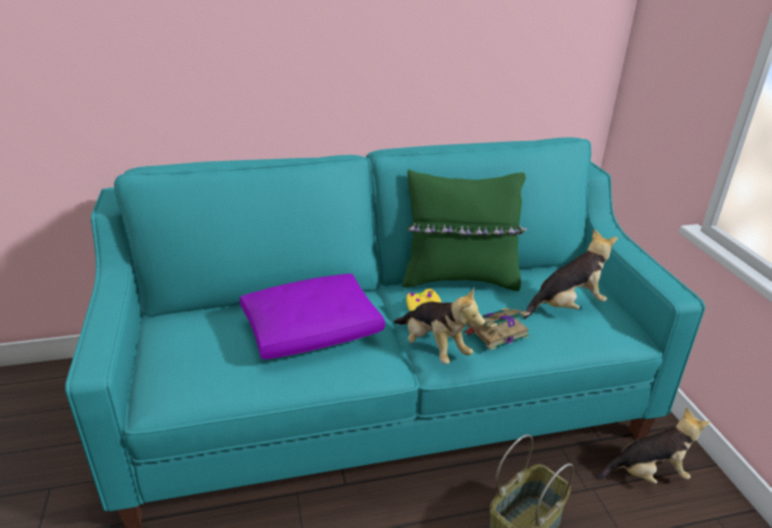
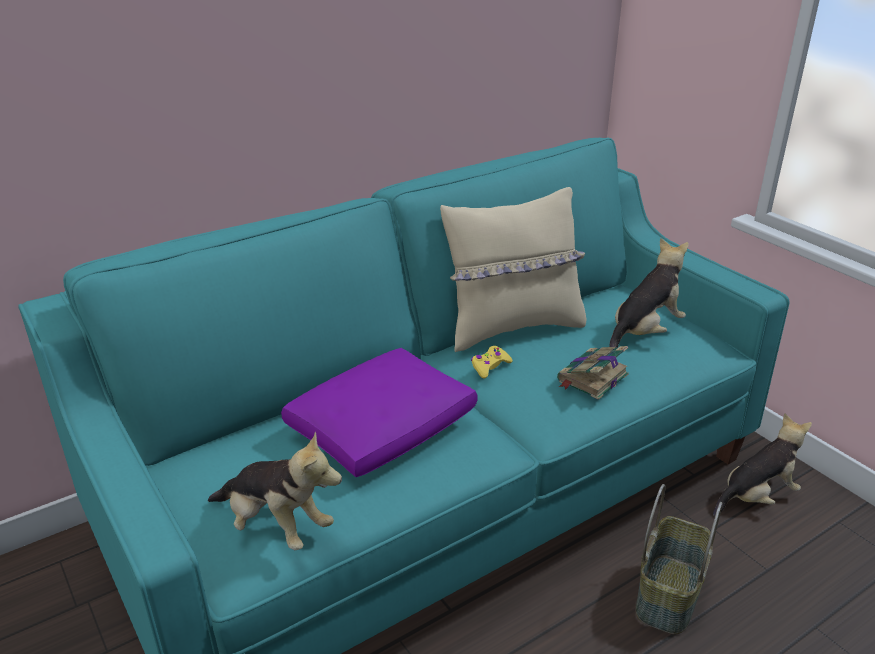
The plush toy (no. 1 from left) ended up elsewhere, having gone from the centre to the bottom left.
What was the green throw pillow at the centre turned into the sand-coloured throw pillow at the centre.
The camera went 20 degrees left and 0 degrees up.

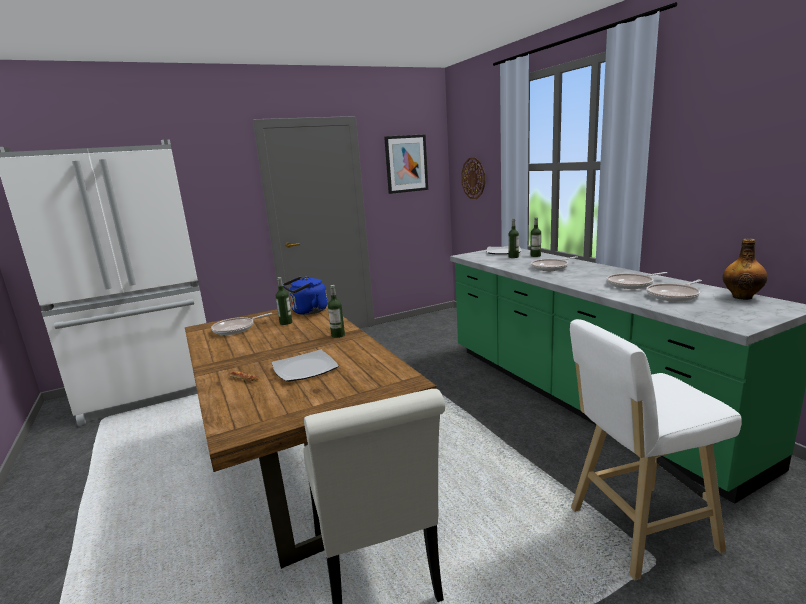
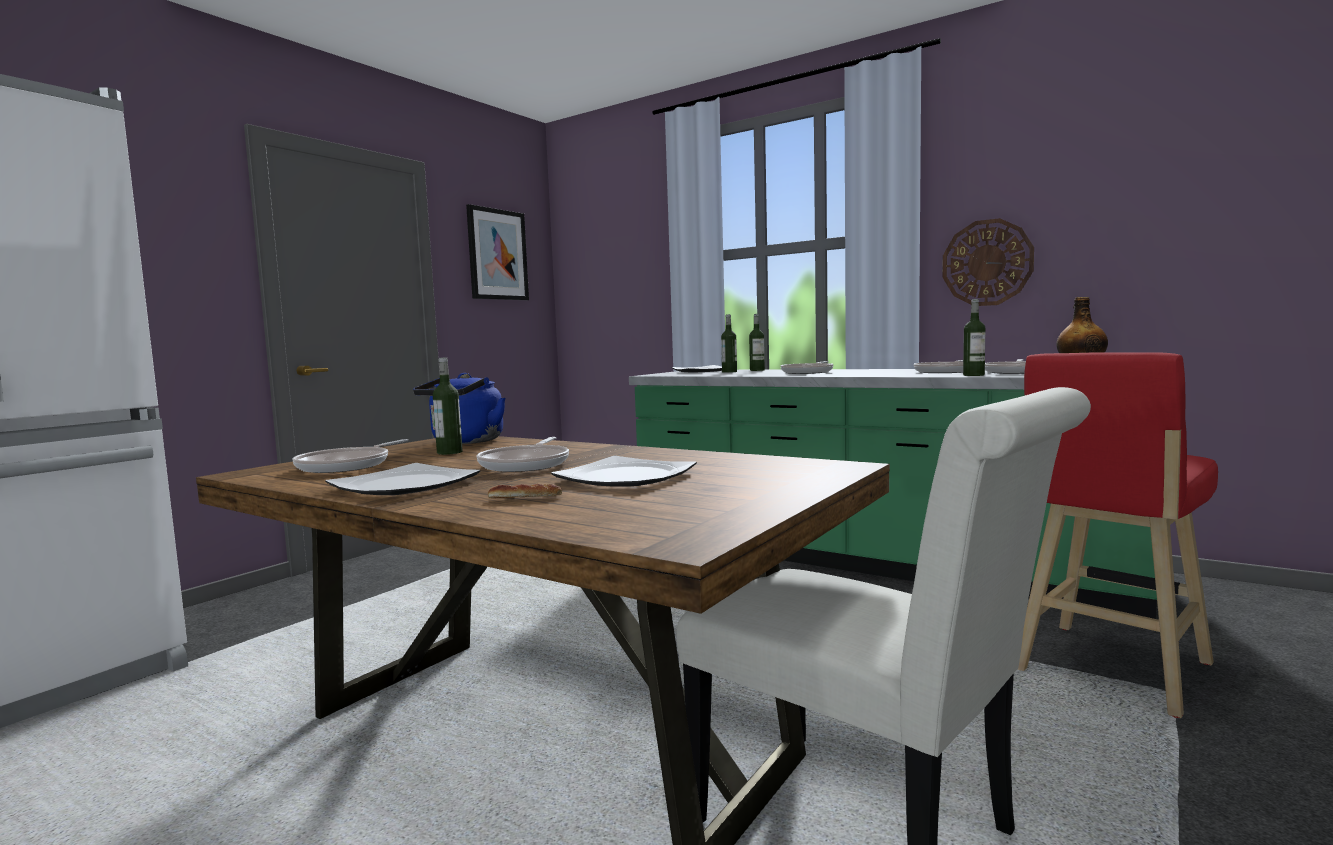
The second view gained the plate (no. 1 from left) at the middle left.
The second view gained the skillet (no. 2 from left) at the centre.
The hanging clock ended up elsewhere, having gone from the top centre to the top right.
The beverage bottle (no. 2 from left in the first image) ended up elsewhere, having gone from the centre to the middle right.
What was the whitish sitting stool at the bottom right turned into the red-coloured sitting stool at the middle right.
The camera went 30 degrees left and 10 degrees down.

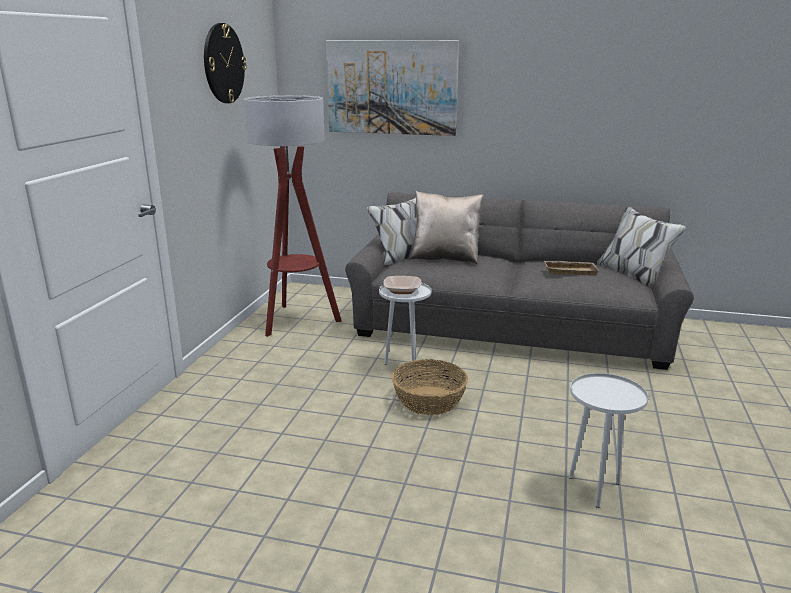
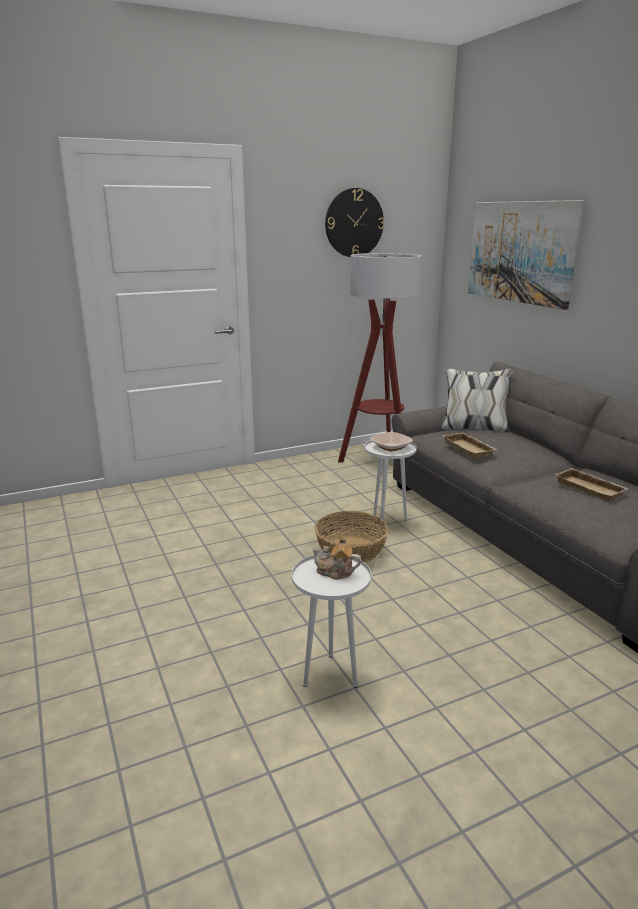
The second view gained the pot for tea at the centre.
The second view gained the sand-coloured tray (no. 1 from left) at the middle right.
The second view lost the sand-coloured throw pillow at the centre.
The camera went 50 degrees right and 0 degrees up.

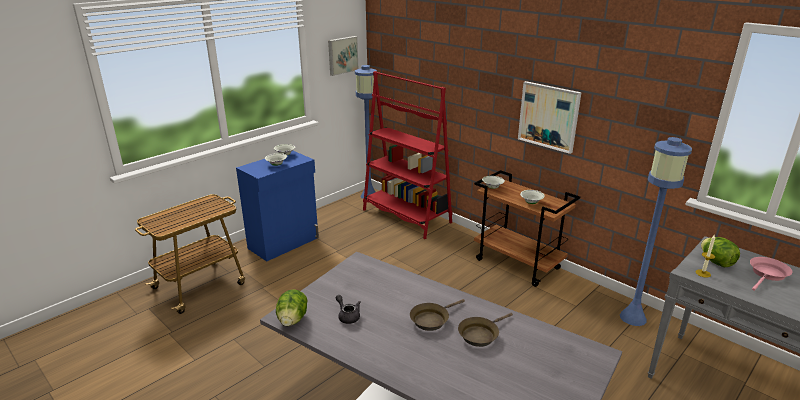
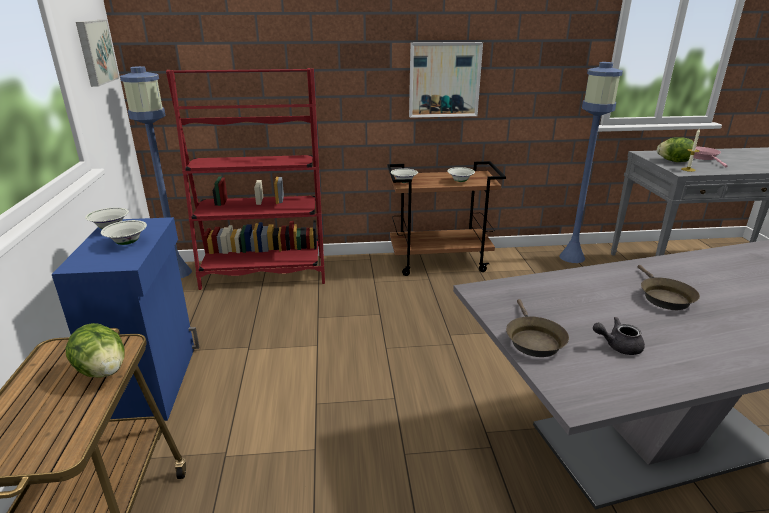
The head of lettuce (no. 1 from left) ended up elsewhere, having gone from the bottom centre to the bottom left.
The brownish skillet (no. 2 from left in the first image) ended up elsewhere, having gone from the bottom centre to the middle right.
The camera went 50 degrees left and 0 degrees up.

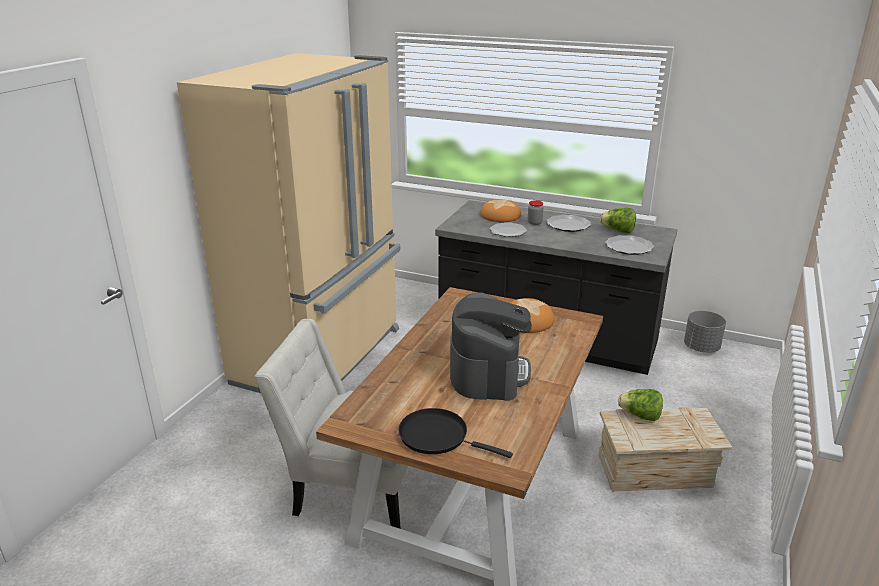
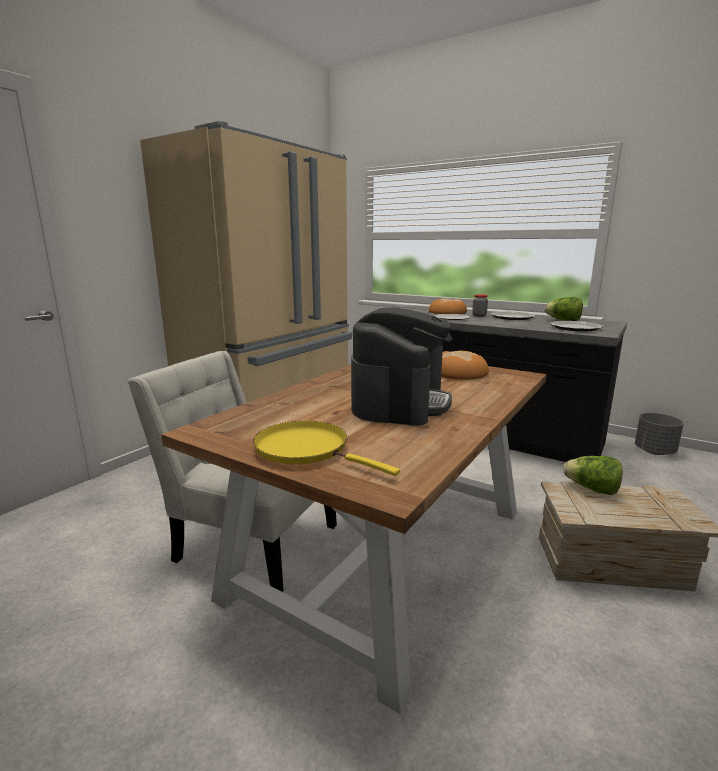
What was the black-coloured skillet at the bottom centre turned into the yellowish skillet at the centre.
The camera went 10 degrees right and 10 degrees down.

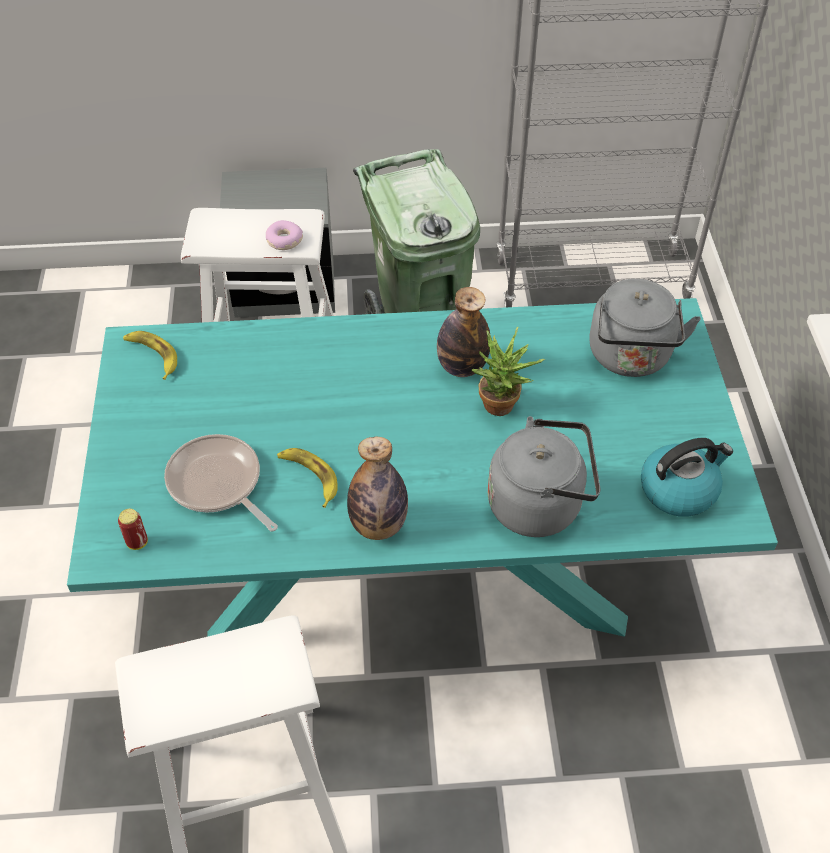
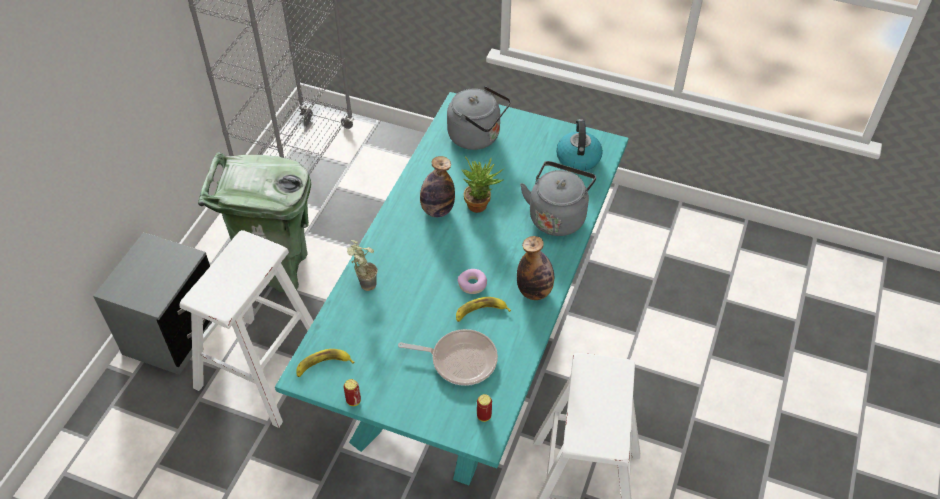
The second view gained the can (no. 1 from left) at the bottom centre.
The second view gained the potted plant (no. 1 from left) at the centre.
The skillet at the middle left ended up facing another way, 150 degrees counterclockwise from before.
The ring doughnut ended up elsewhere, having gone from the top centre to the centre.
The camera went 65 degrees left and 0 degrees up.

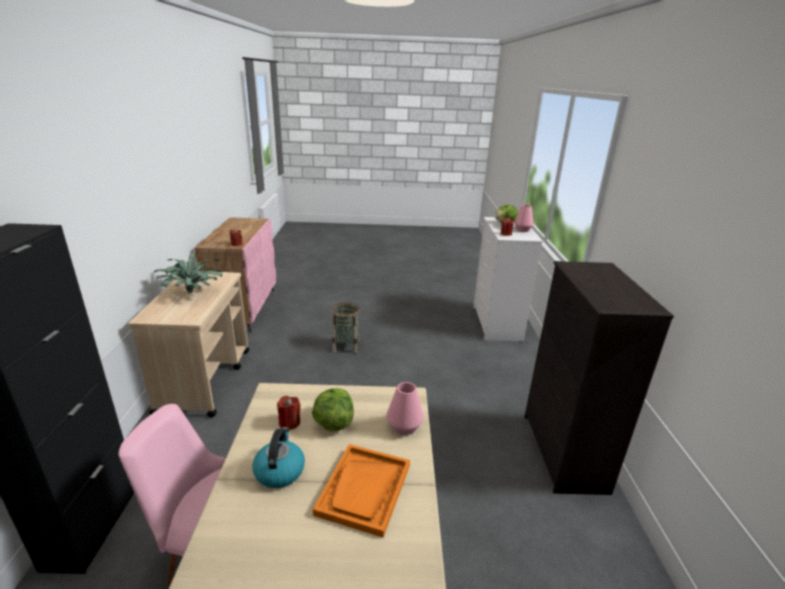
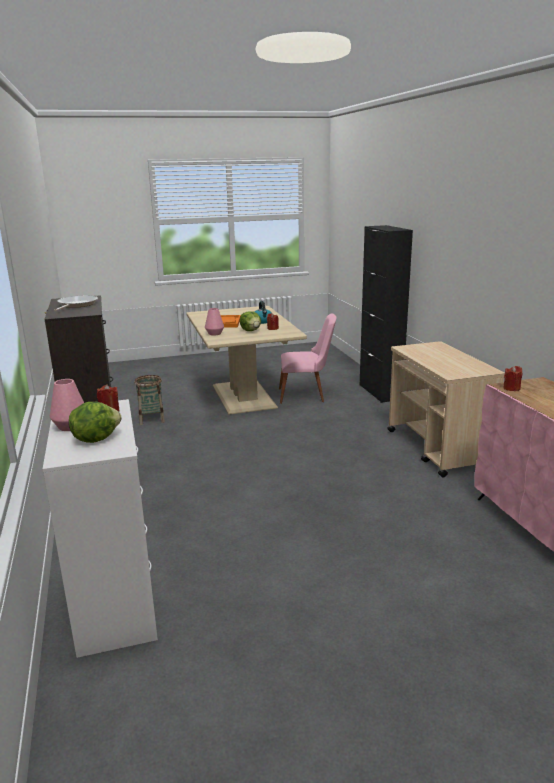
The second view gained the skillet at the middle left.
The household basket ended up elsewhere, having gone from the centre to the middle left.
The second view lost the potted plant at the middle left.
The camera went 165 degrees right and 5 degrees down.

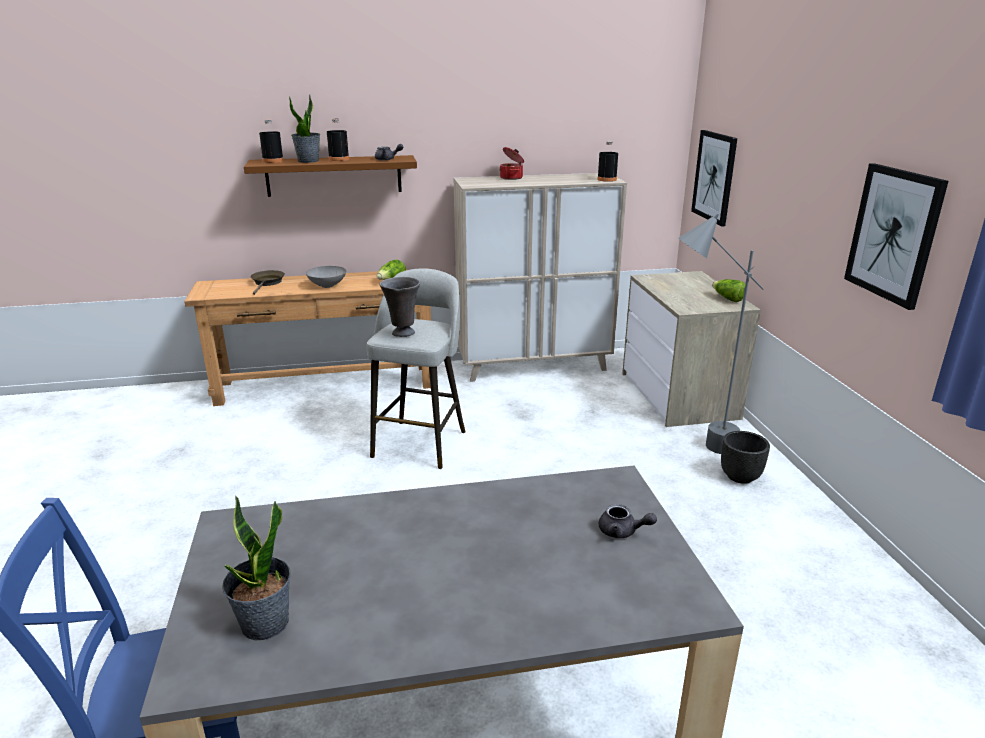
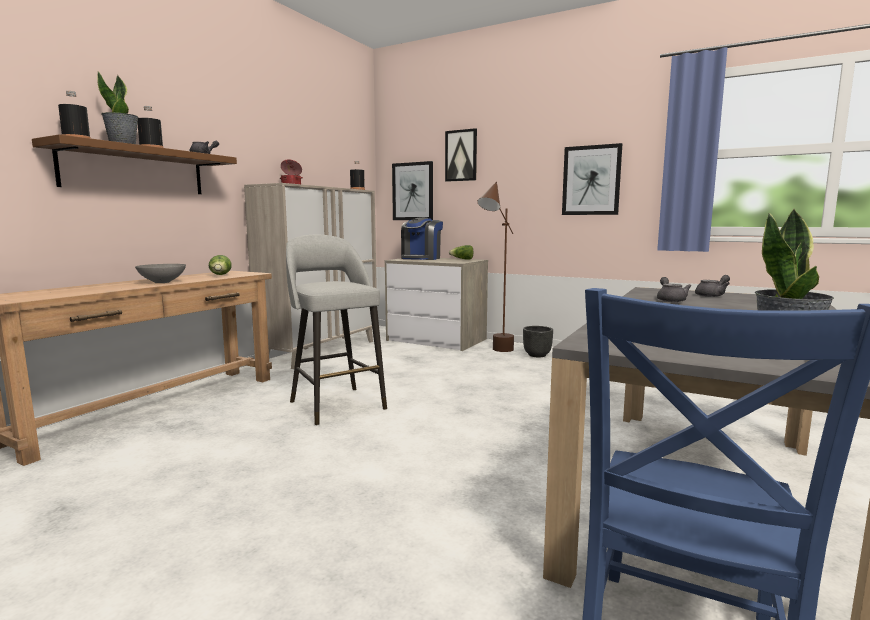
The second view gained the coffee machine at the centre.
The second view gained the wall picture (no. 2 from left) at the top centre.
What was the gray floor lamp at the middle right turned into the brownish floor lamp at the centre.
The second view gained the gray pot for tea (no. 2 from left) at the middle right.
The second view lost the brownish skillet at the middle left.
The second view lost the gray decorative vase at the centre.
The camera went 50 degrees left and 15 degrees down.

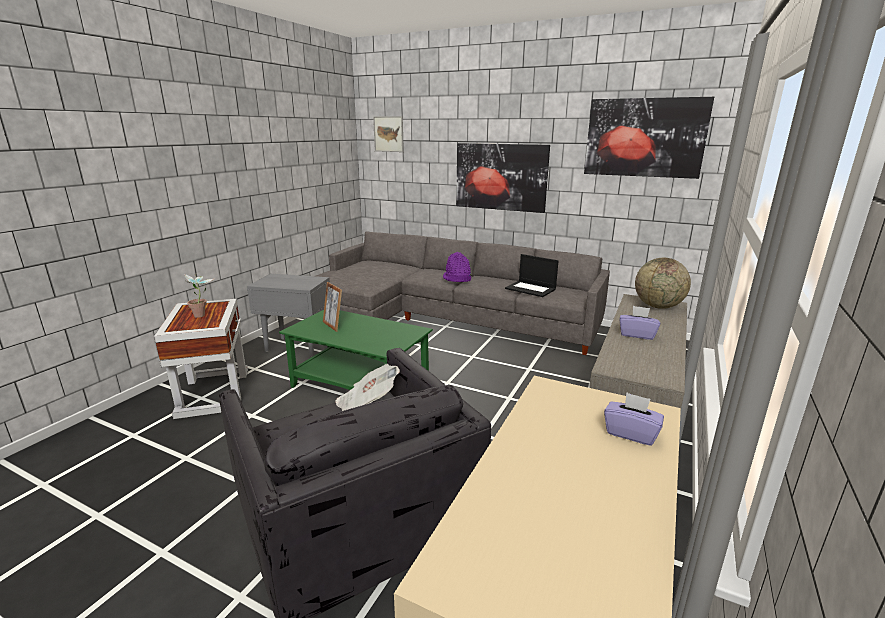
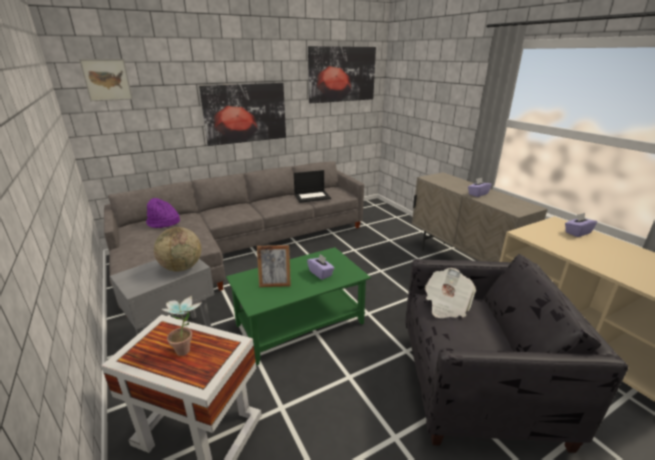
The purple wearable hat ended up elsewhere, having gone from the centre to the middle left.
The globe ended up elsewhere, having gone from the middle right to the middle left.
The second view gained the purple box of tissues (no. 1 from left) at the centre.
The camera went 55 degrees left and 5 degrees up.

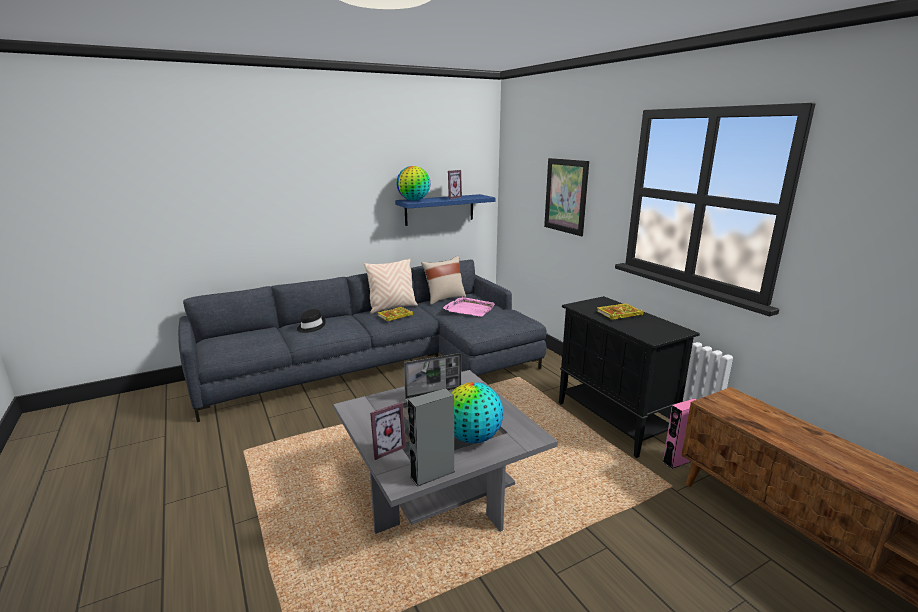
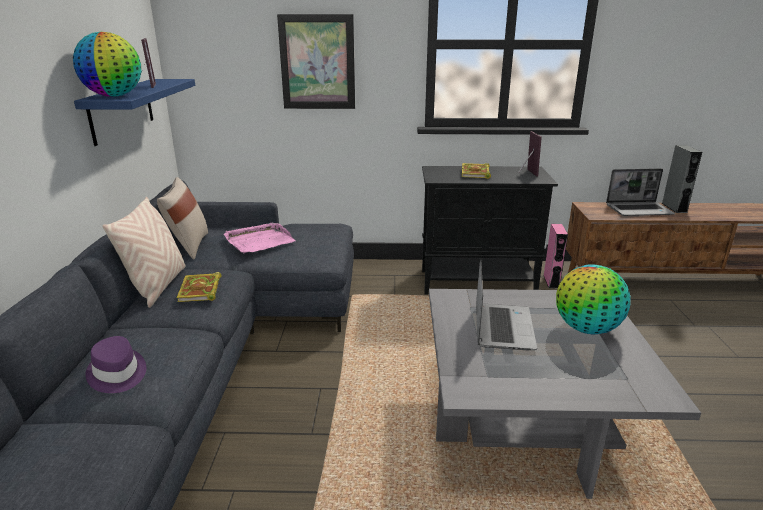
What was the black-coloured wearable hat at the centre turned into the purple wearable hat at the bottom left.
The standing frame (no. 1 from left in the first image) ended up elsewhere, having gone from the bottom centre to the top right.
The second view gained the notebook computer (no. 2 from left) at the middle right.
The gray loudspeaker ended up elsewhere, having gone from the bottom centre to the middle right.
The camera went 60 degrees left and 5 degrees up.

